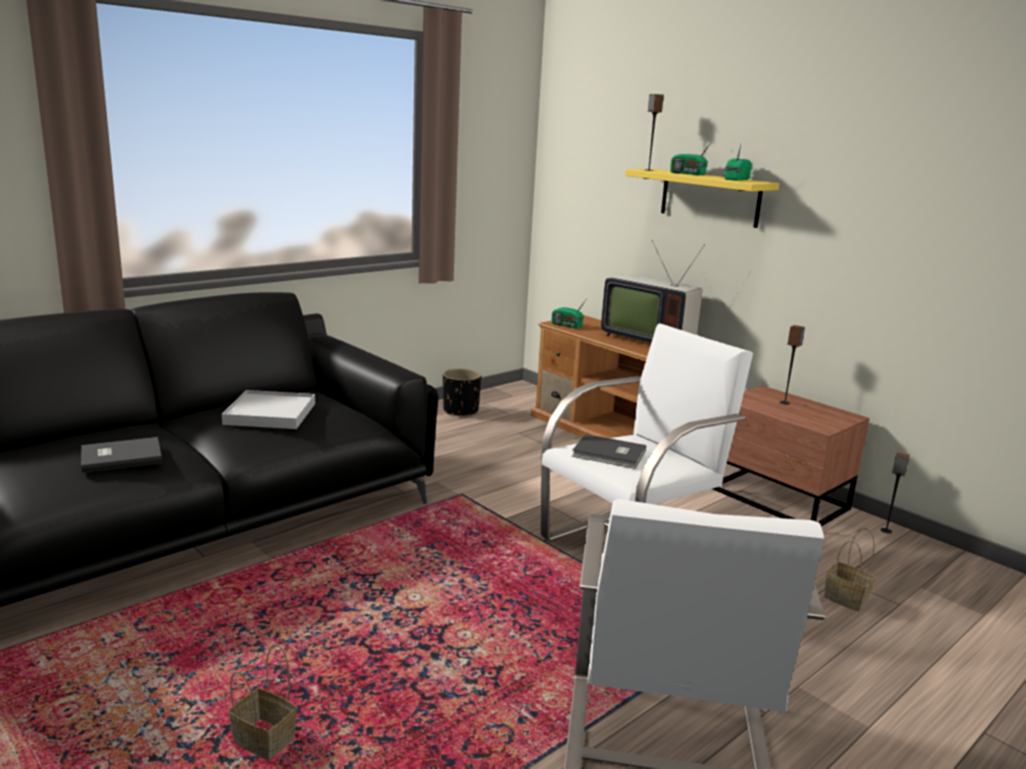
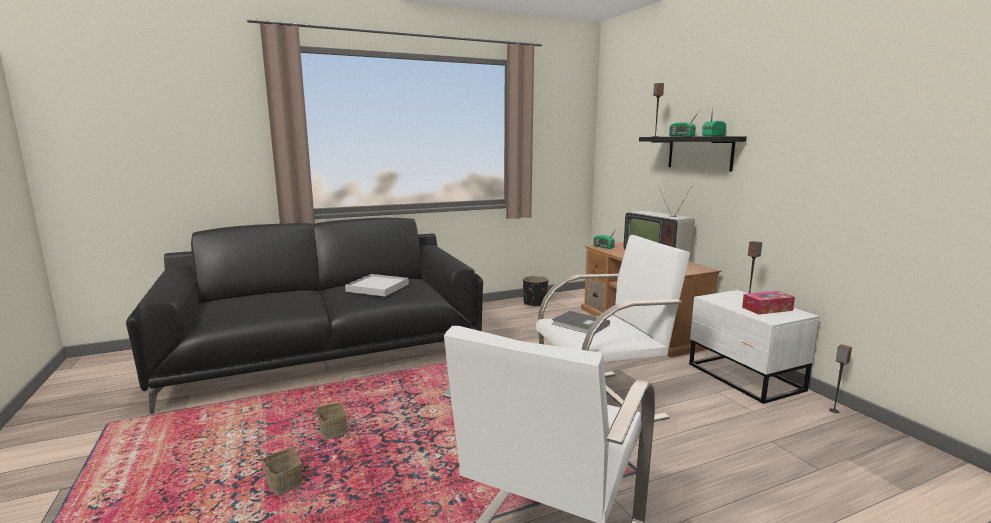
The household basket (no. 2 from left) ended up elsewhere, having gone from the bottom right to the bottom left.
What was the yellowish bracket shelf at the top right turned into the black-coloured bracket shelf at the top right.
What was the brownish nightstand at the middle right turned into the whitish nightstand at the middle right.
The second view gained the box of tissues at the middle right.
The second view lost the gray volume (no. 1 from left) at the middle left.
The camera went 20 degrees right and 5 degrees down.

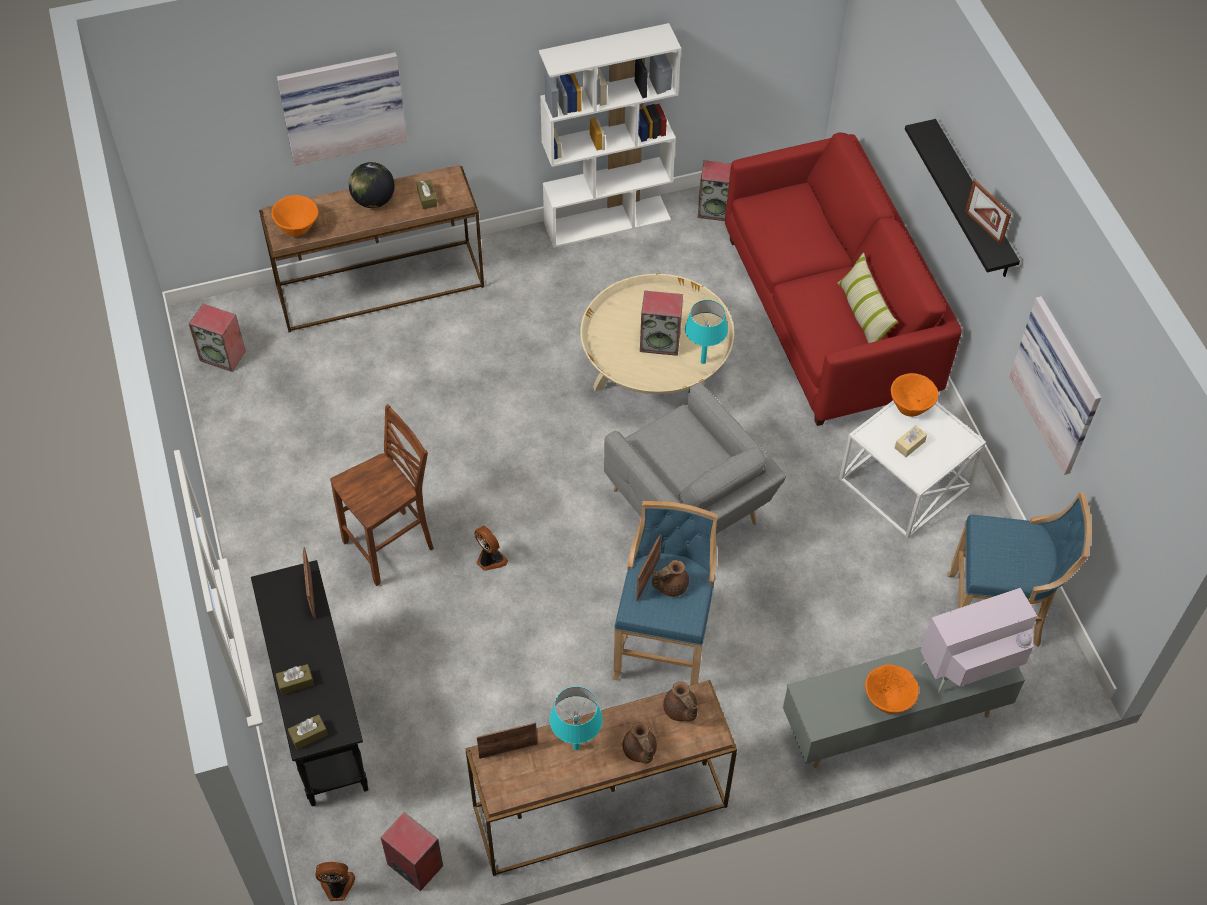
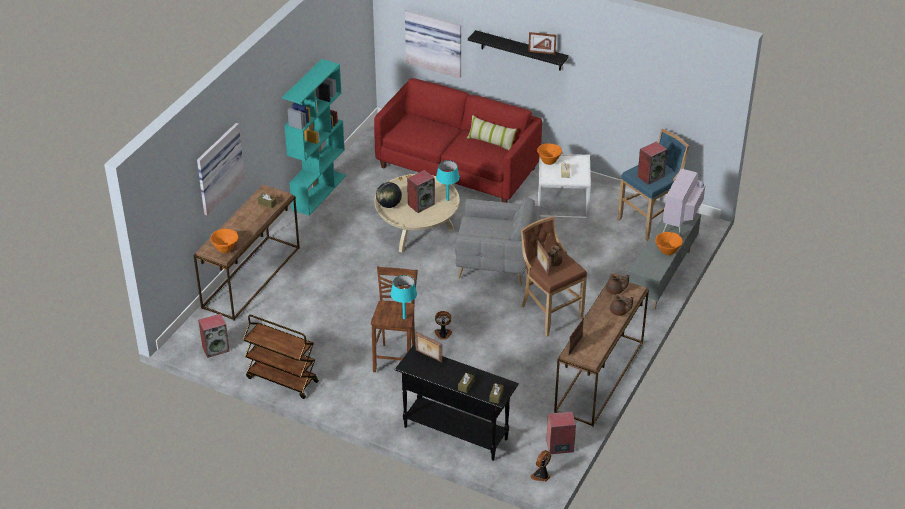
The second view gained the brownish wheeled cart at the bottom left.
What was the whitish bookshelf at the top centre turned into the blue-green bookshelf at the top centre.
The globe ended up elsewhere, having gone from the top left to the centre.
The blue-green lamp for a table (no. 1 from left) ended up elsewhere, having gone from the bottom centre to the centre.
The wall picture (no. 2 from left) ended up elsewhere, having gone from the middle right to the top centre.
What was the blue-coloured sitting stool (no. 1 from left) at the centre turned into the brownish sitting stool (no. 2 from left) at the centre.
The loudspeaker (no. 4 from left) ended up elsewhere, having gone from the top centre to the top right.
The camera went 45 degrees left and 15 degrees down.

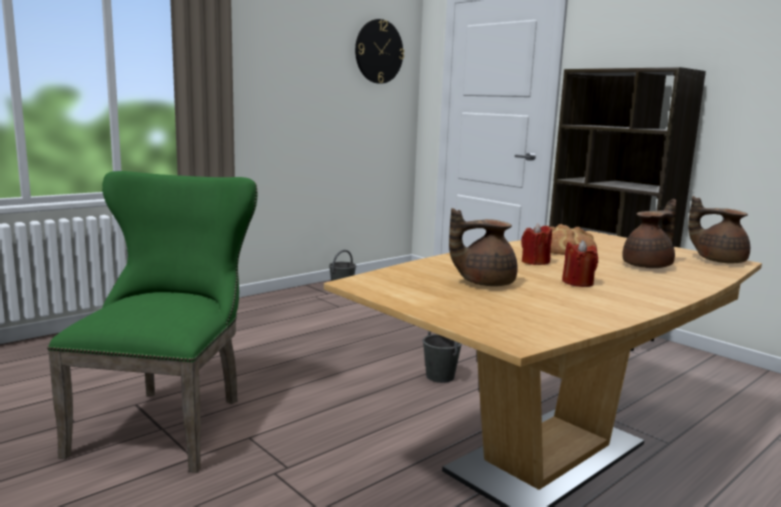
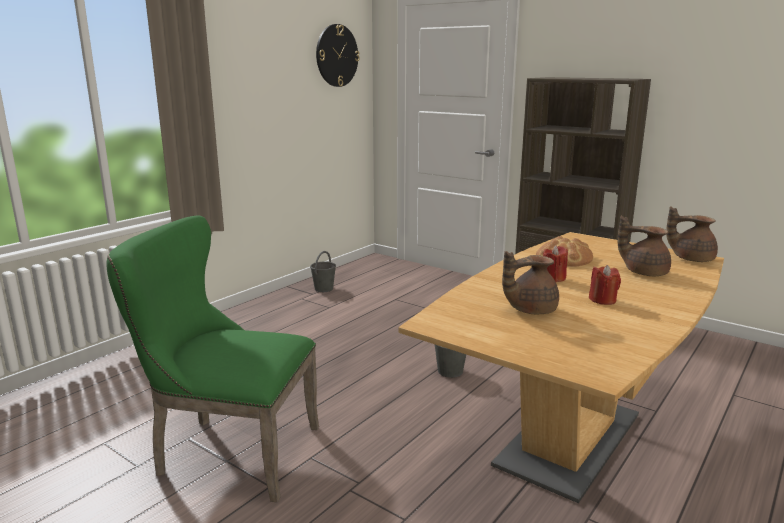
The green upright chair at the middle left ended up facing another way, 75 degrees counterclockwise from before.
The brownish pot for tea (no. 2 from left) at the middle right ended up facing another way, 105 degrees counterclockwise from before.
The camera went 10 degrees left and 5 degrees up.

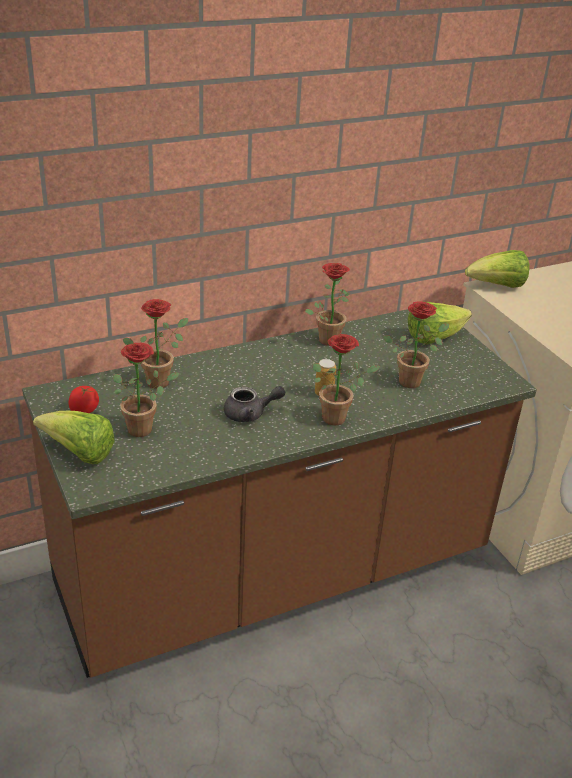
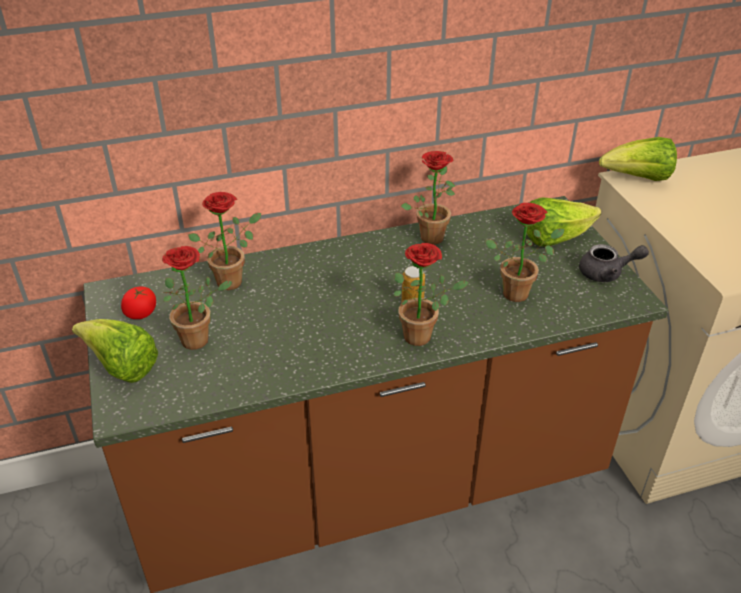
The gray pot for tea ended up elsewhere, having gone from the centre to the middle right.
The camera went 10 degrees right and 5 degrees up.

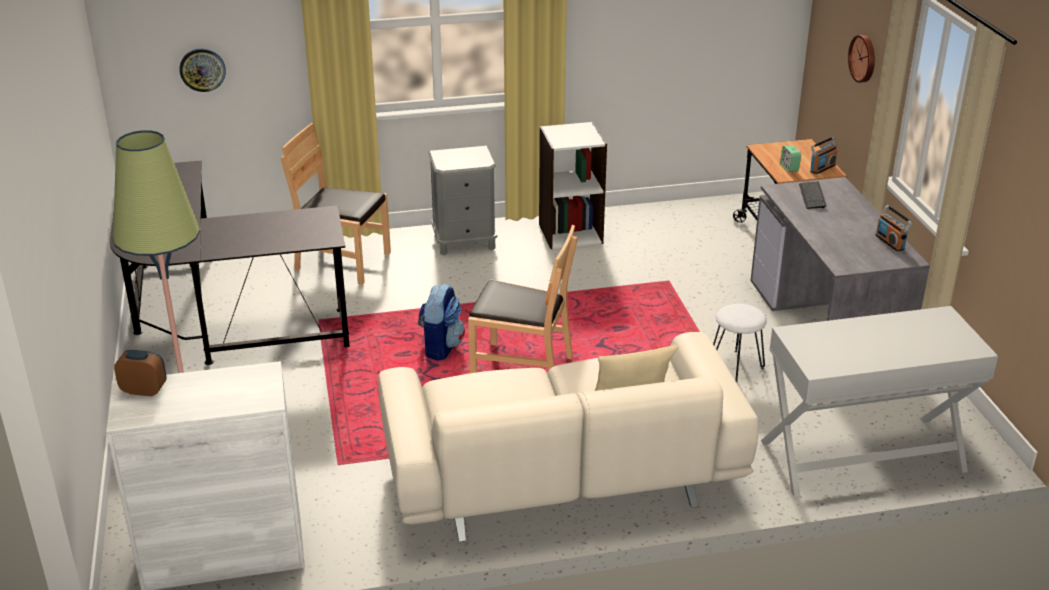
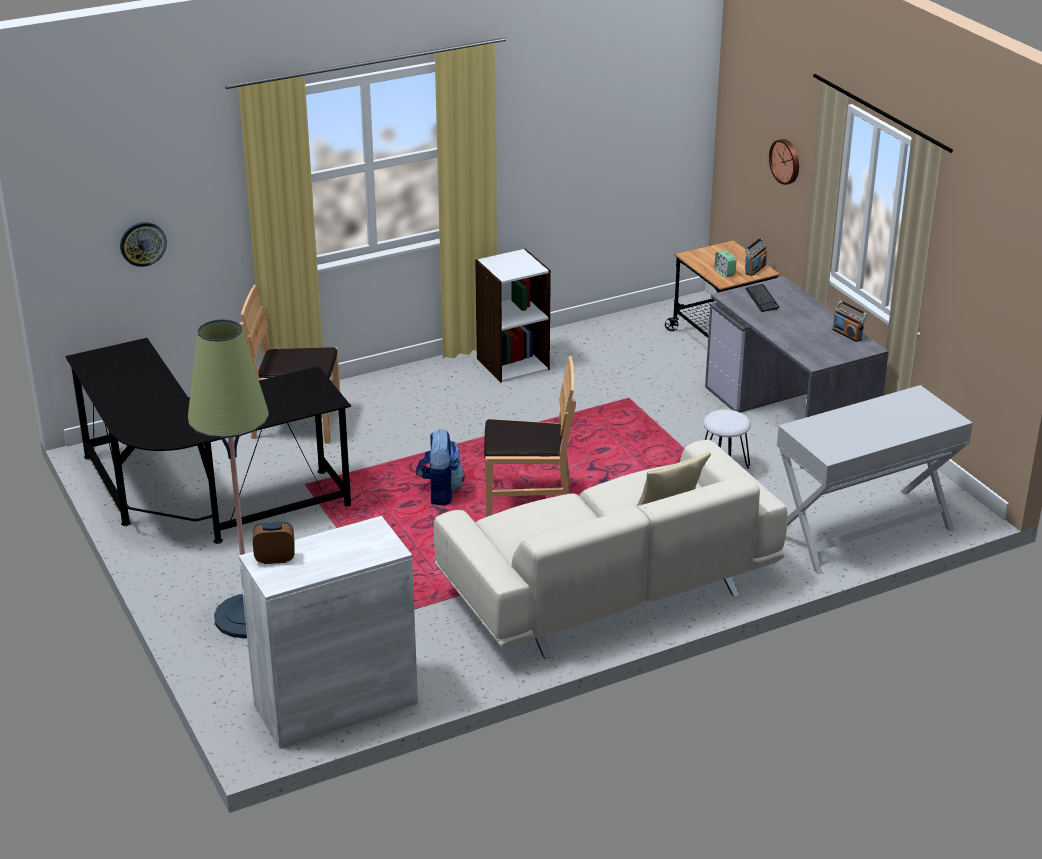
The second view lost the gray nightstand at the centre.
The camera went 15 degrees left and 0 degrees up.

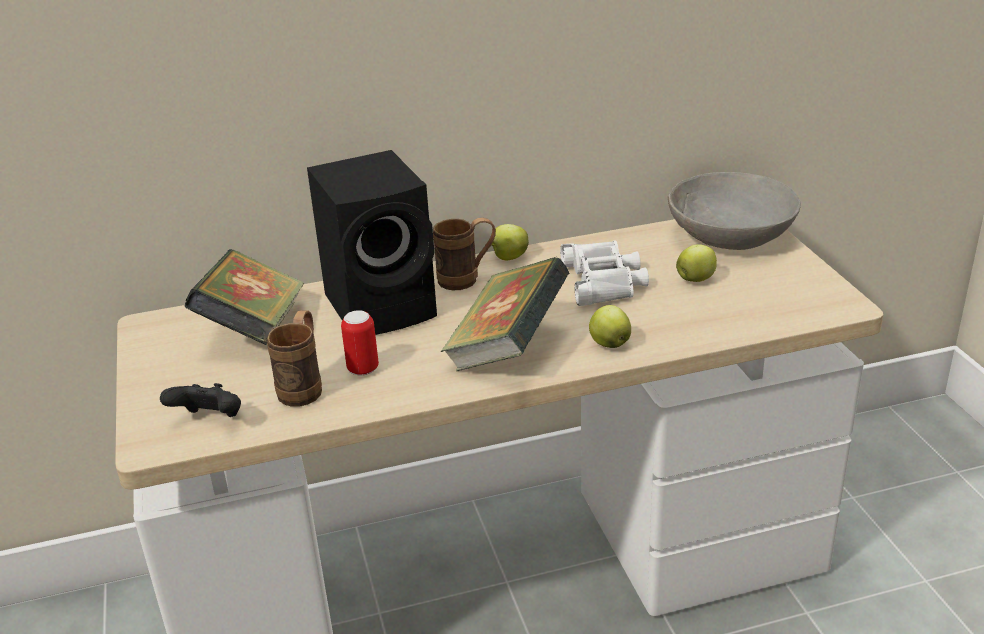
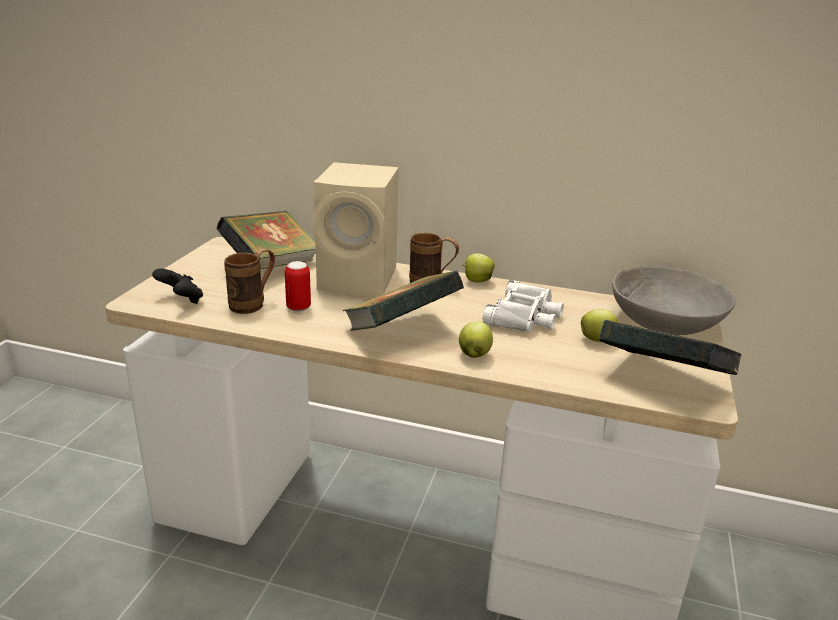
What was the black-coloured loudspeaker at the centre turned into the sand-coloured loudspeaker at the centre.
The second view gained the volume (no. 3 from left) at the middle right.
The camera went 30 degrees right and 5 degrees down.

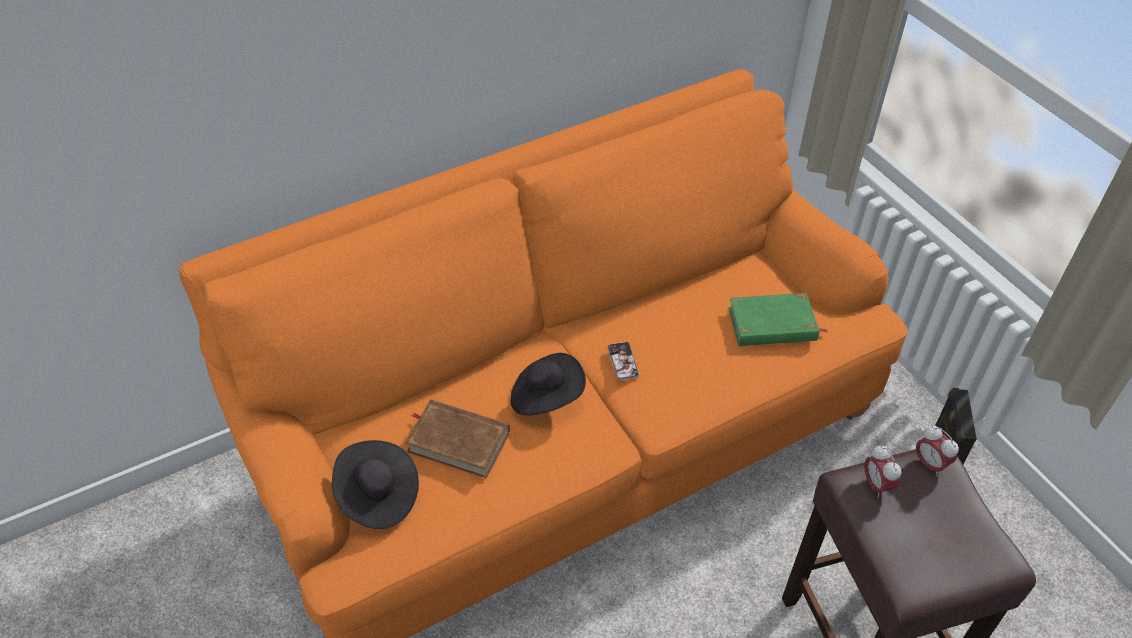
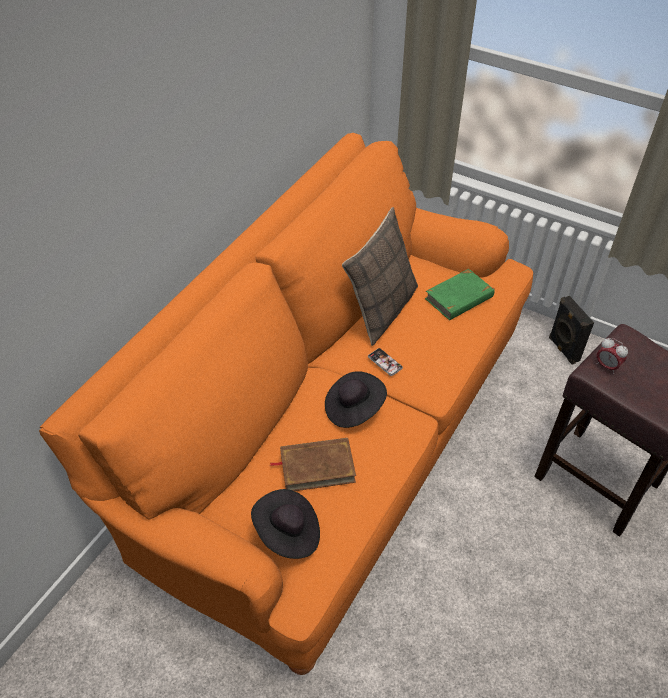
The second view gained the throw pillow at the centre.
The second view lost the alarm clock (no. 2 from left) at the bottom right.
The camera went 30 degrees left and 0 degrees up.

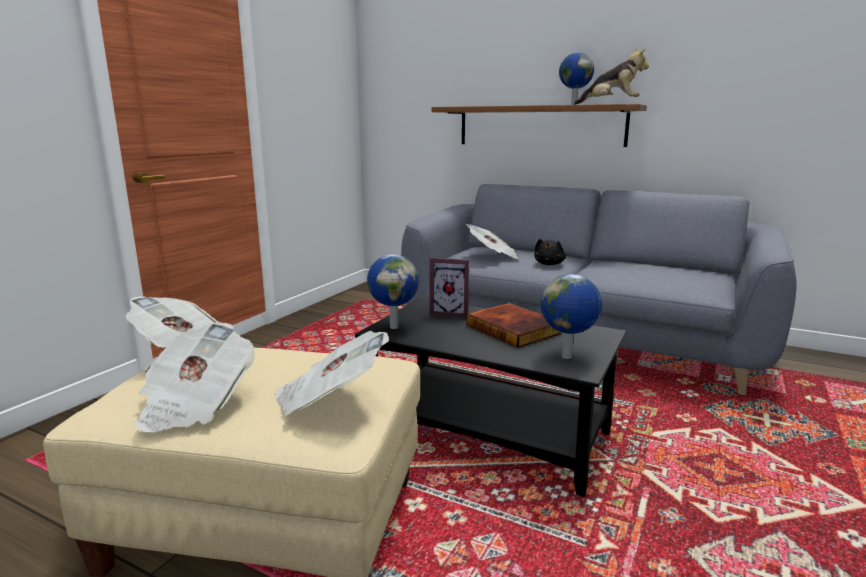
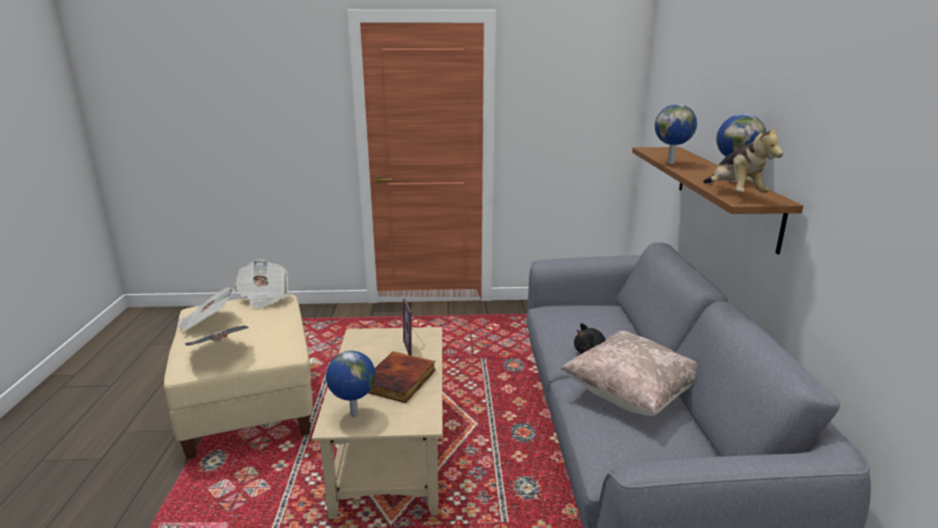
What was the black-coloured lounge table at the bottom centre turned into the sand-coloured lounge table at the bottom centre.
The second view gained the sand-coloured throw pillow at the bottom right.
The globe (no. 1 from left in the first image) ended up elsewhere, having gone from the centre to the top right.
The second view lost the daily paper (no. 4 from left) at the centre.
The camera went 60 degrees right and 5 degrees up.

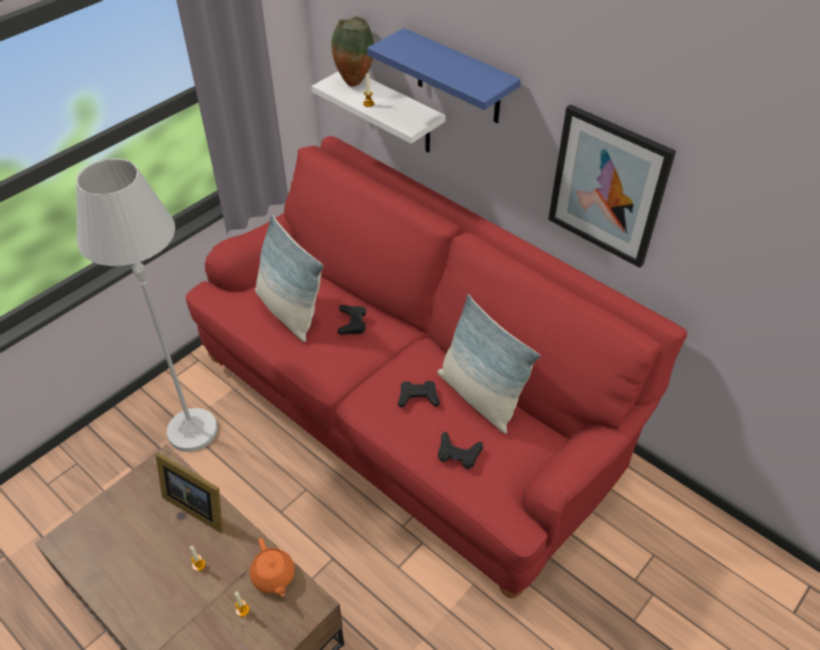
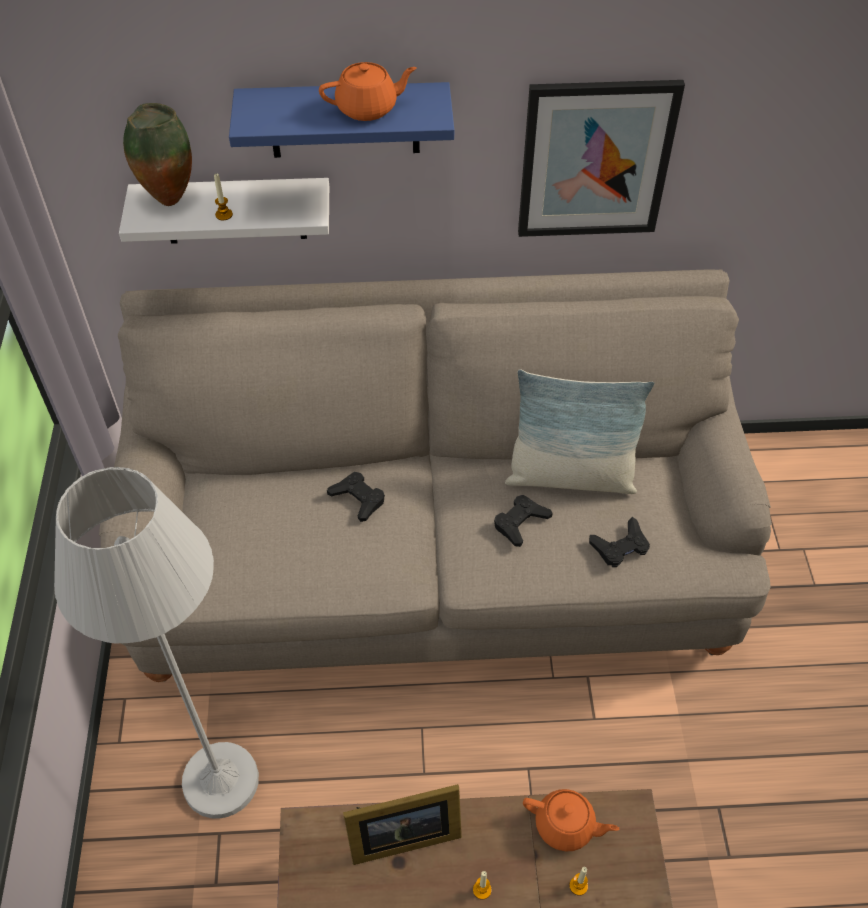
What was the red-coloured couch at the centre turned into the sand-coloured couch at the centre.
The second view gained the orange pot for tea (no. 1 from left) at the top centre.
The second view lost the throw pillow (no. 1 from left) at the centre.
The camera went 45 degrees left and 5 degrees up.

